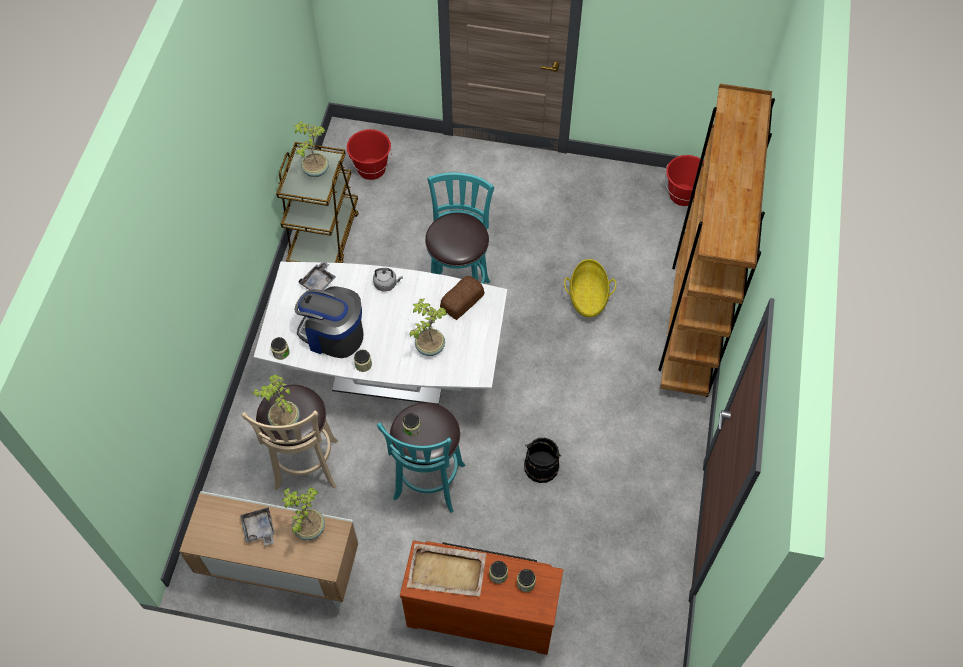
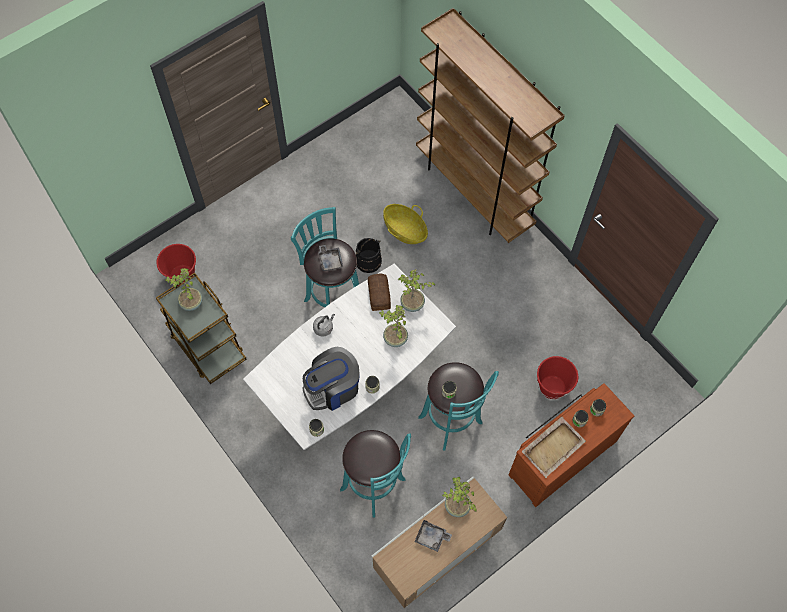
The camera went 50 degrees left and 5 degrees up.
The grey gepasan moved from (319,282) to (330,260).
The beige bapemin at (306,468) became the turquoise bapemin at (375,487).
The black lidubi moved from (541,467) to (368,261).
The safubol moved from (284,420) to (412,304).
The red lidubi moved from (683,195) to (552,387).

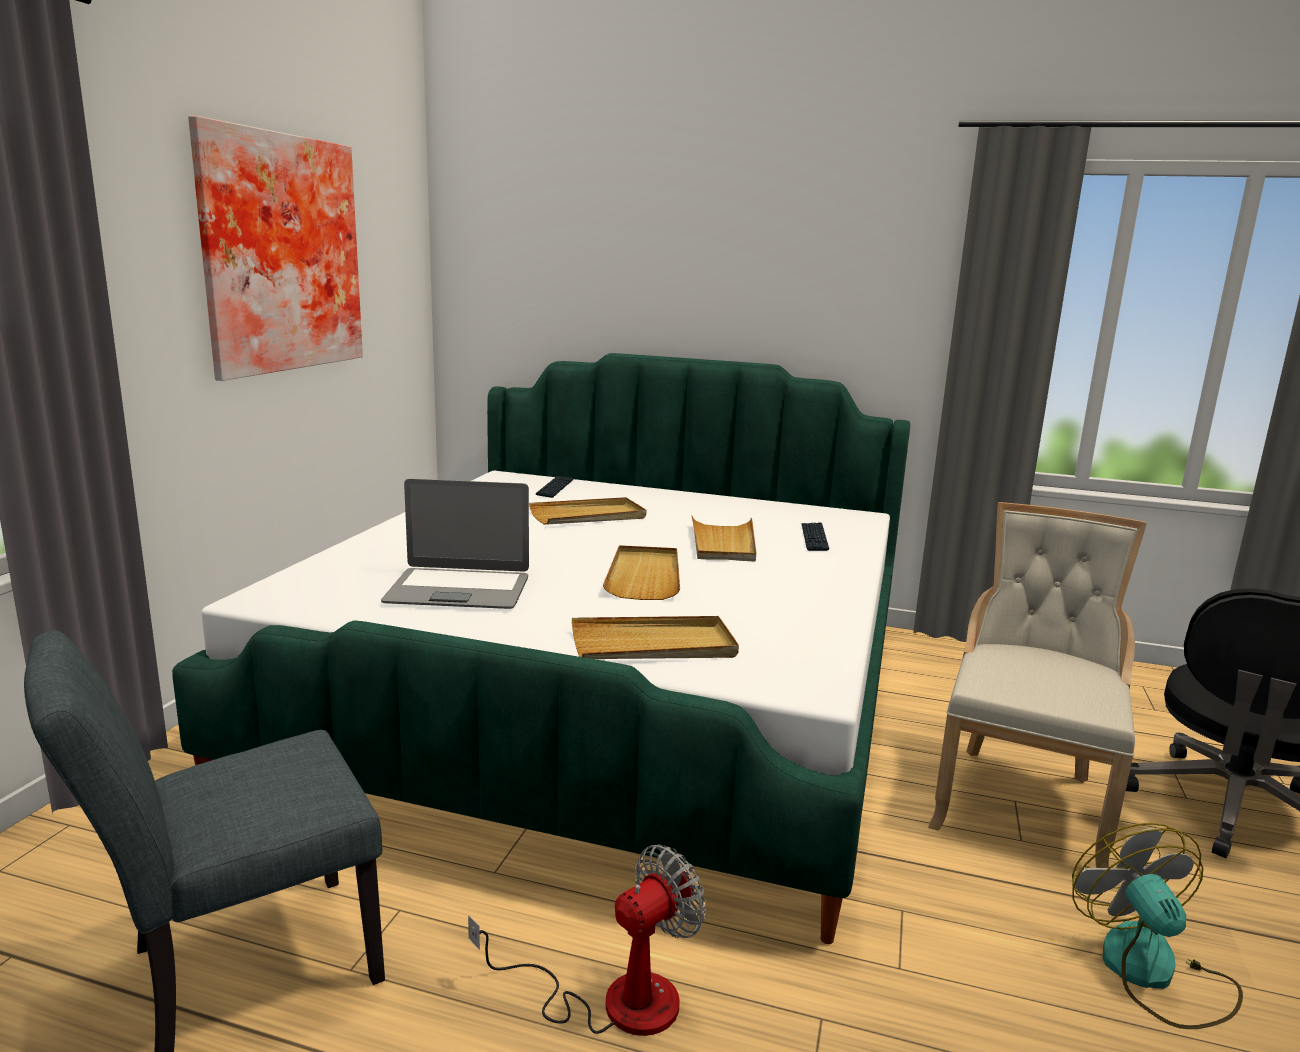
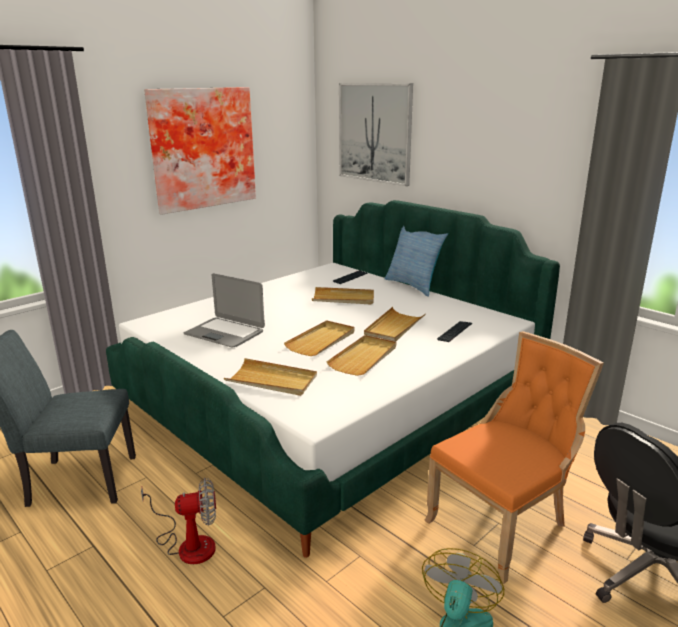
The camera went 30 degrees right and 5 degrees up.
The beige gepasan at (364,357) appeared.
The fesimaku at (374,133) appeared.
The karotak at (414,285) appeared.
The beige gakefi at (1021,801) became the orange gakefi at (502,524).

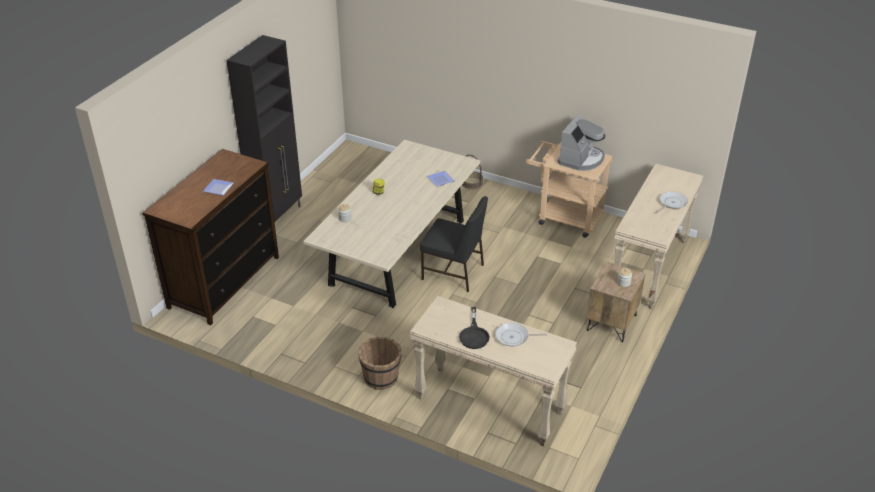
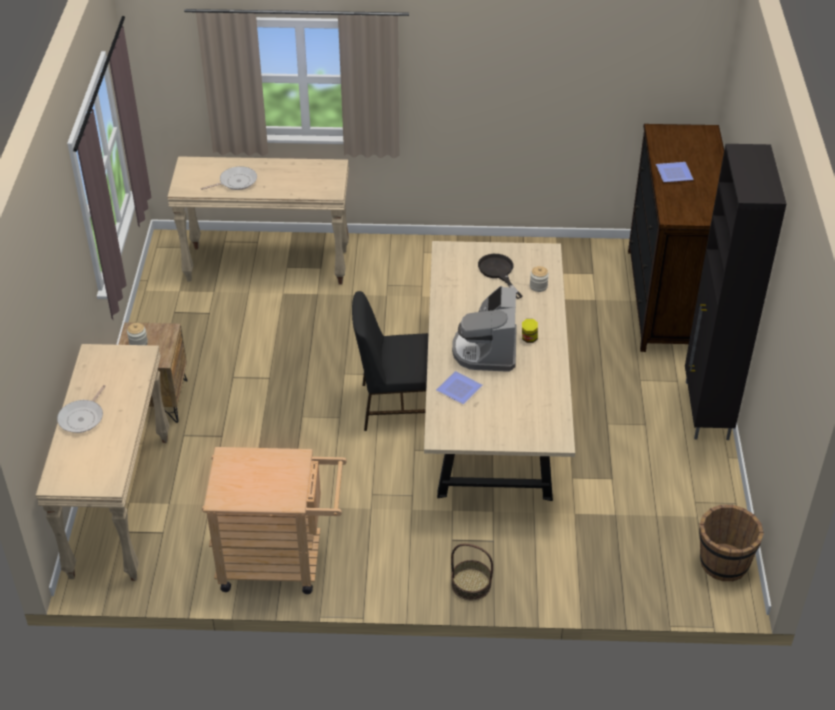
The camera went 155 degrees right and 5 degrees up.
The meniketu moved from (581,159) to (486,349).
The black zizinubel moved from (474,335) to (498,272).
The brown lidubi moved from (381,378) to (723,562).

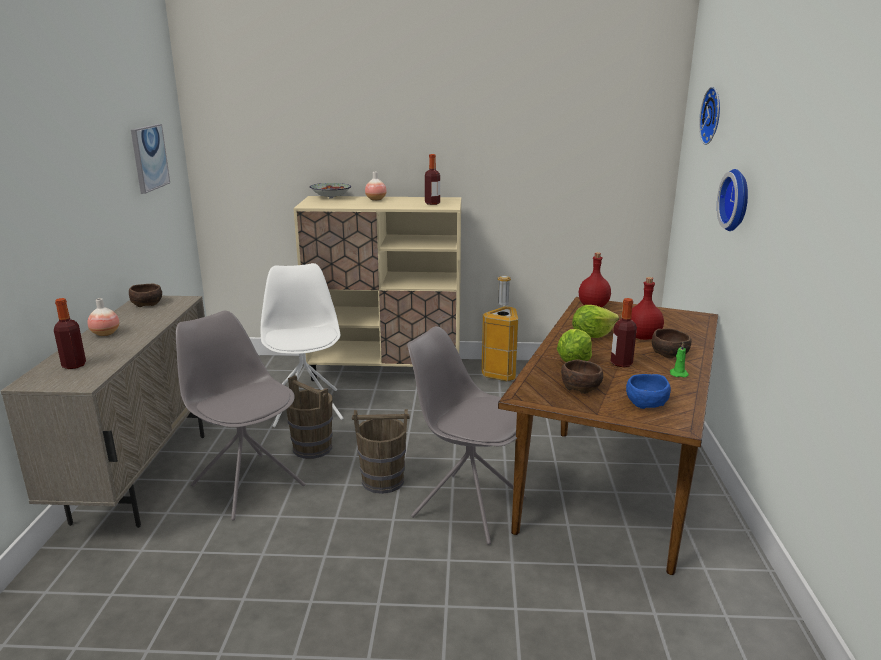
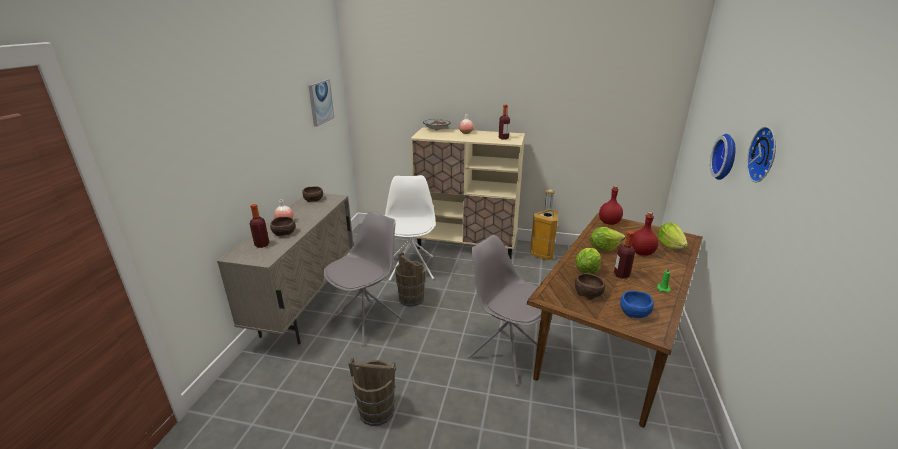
The camera went 10 degrees right and 5 degrees up.
The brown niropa moved from (670,353) to (284,233).
The grey gakefi at (247,484) turned 75 degrees clockwise.
The brown lidubi moved from (382,481) to (376,411).
The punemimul at (670,246) appeared.
The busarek moved from (713,116) to (765,155).

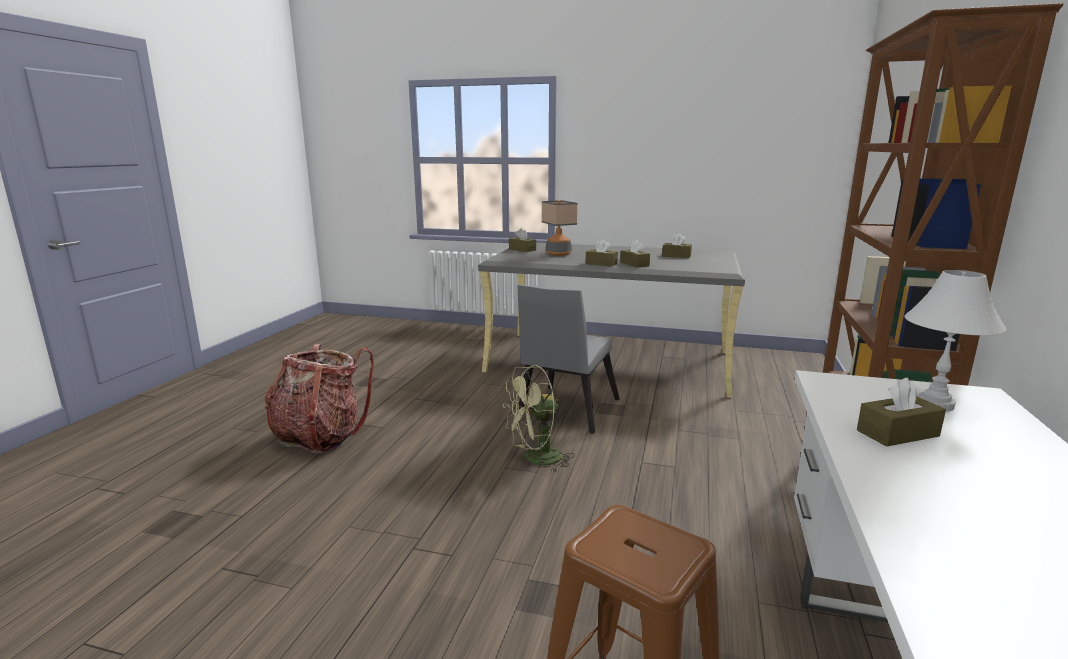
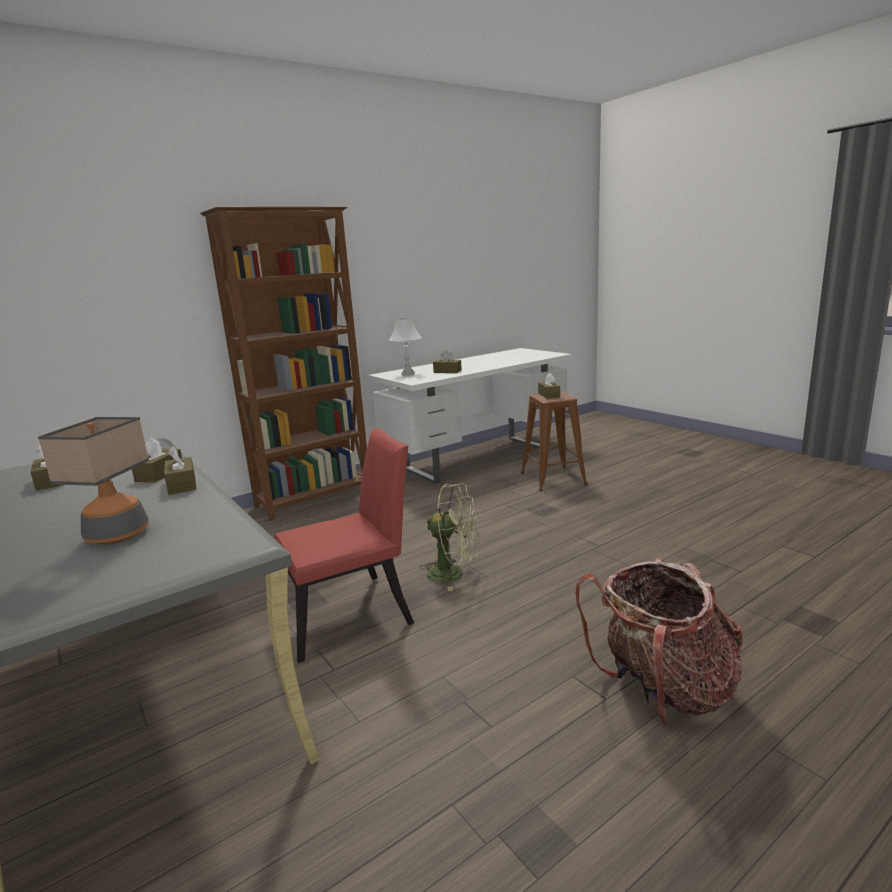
The camera went 140 degrees left and 0 degrees up.
The grey gakefi at (564,412) became the red gakefi at (352,614).
The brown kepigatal moved from (522,249) to (549,395).

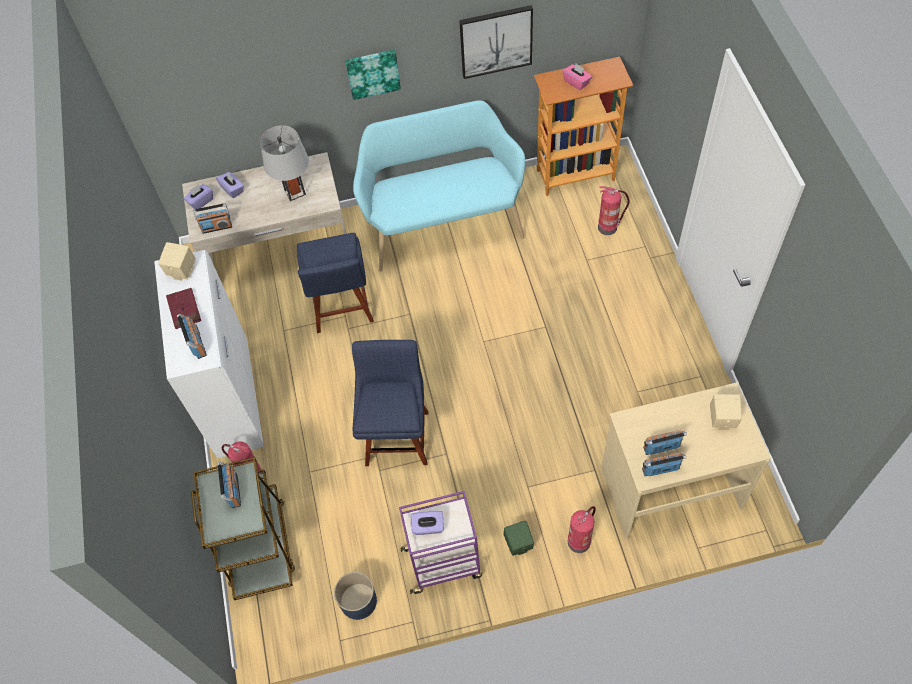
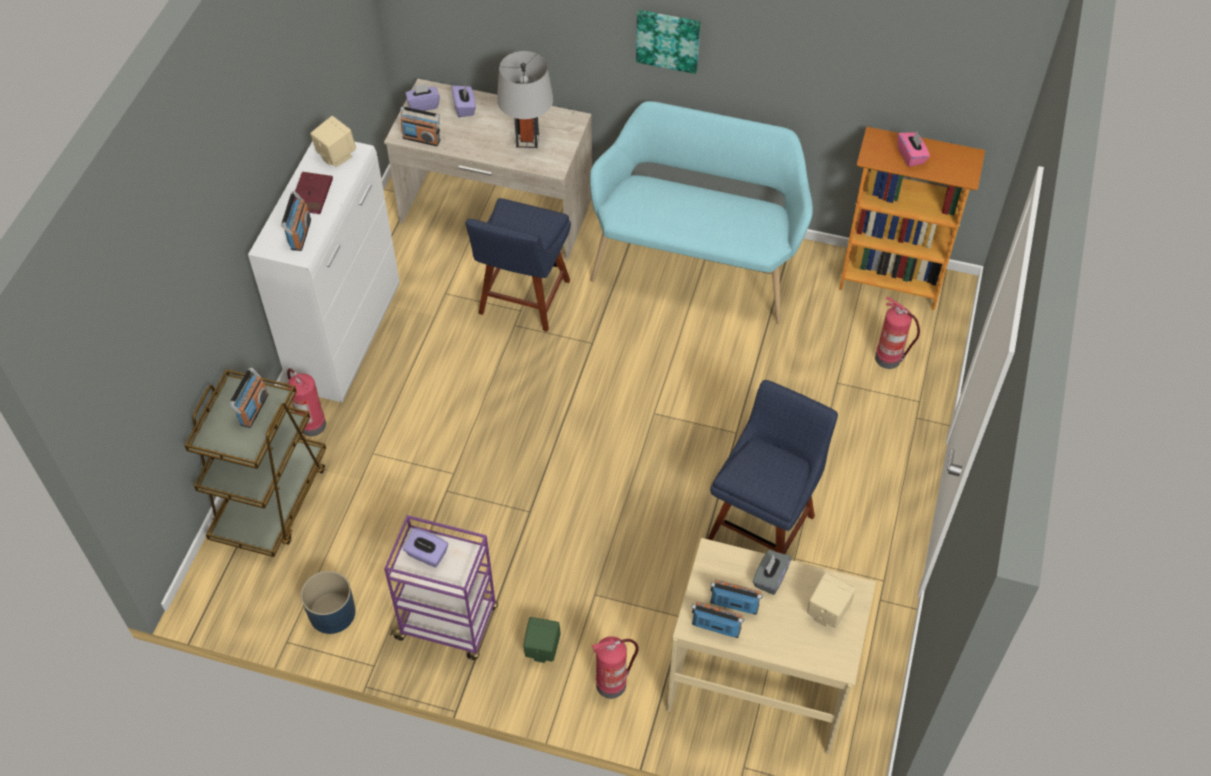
The camera went 25 degrees right and 5 degrees down.
The blue gakefi moved from (397,434) to (764,522).
The grey kepigatal at (770,578) appeared.
The fesimaku at (496,41) disappeared.

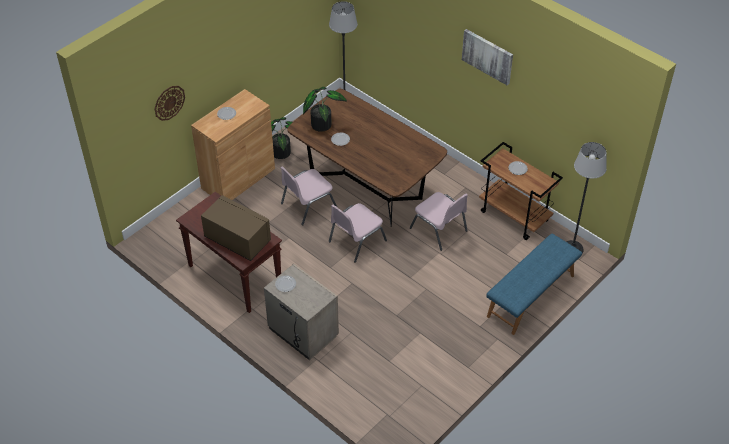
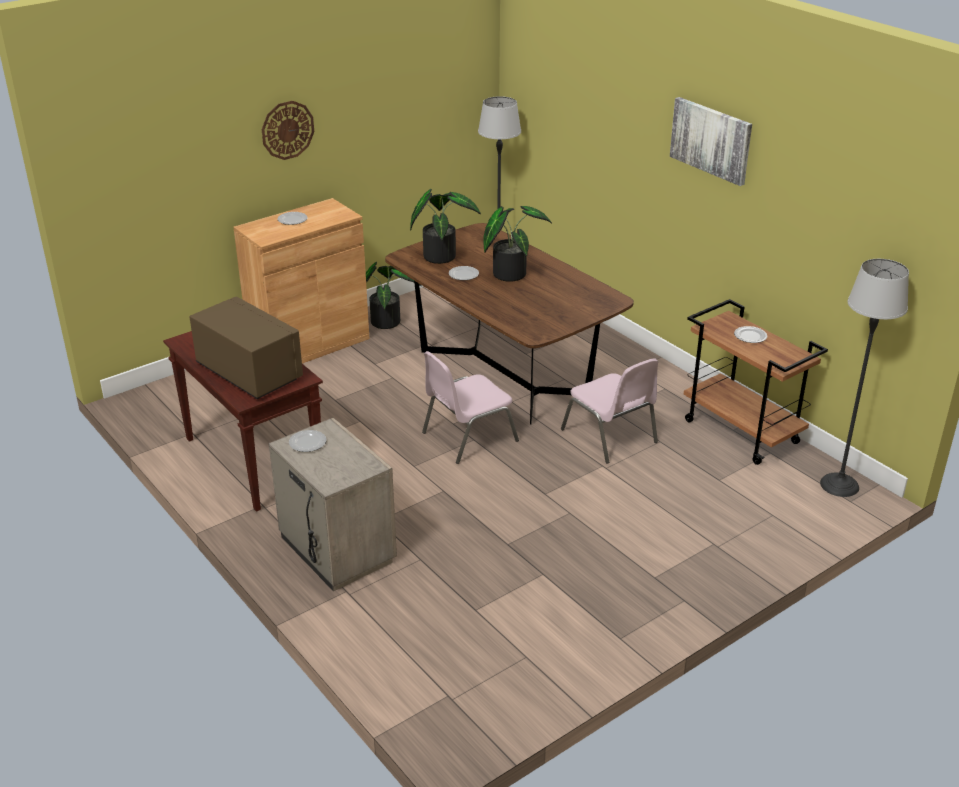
The camera went 10 degrees right and 15 degrees down.
The busarek moved from (169,102) to (287,130).
The safubol at (510,272) appeared.
The pink gakefi at (307,205) disappeared.
The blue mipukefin at (531,296) disappeared.

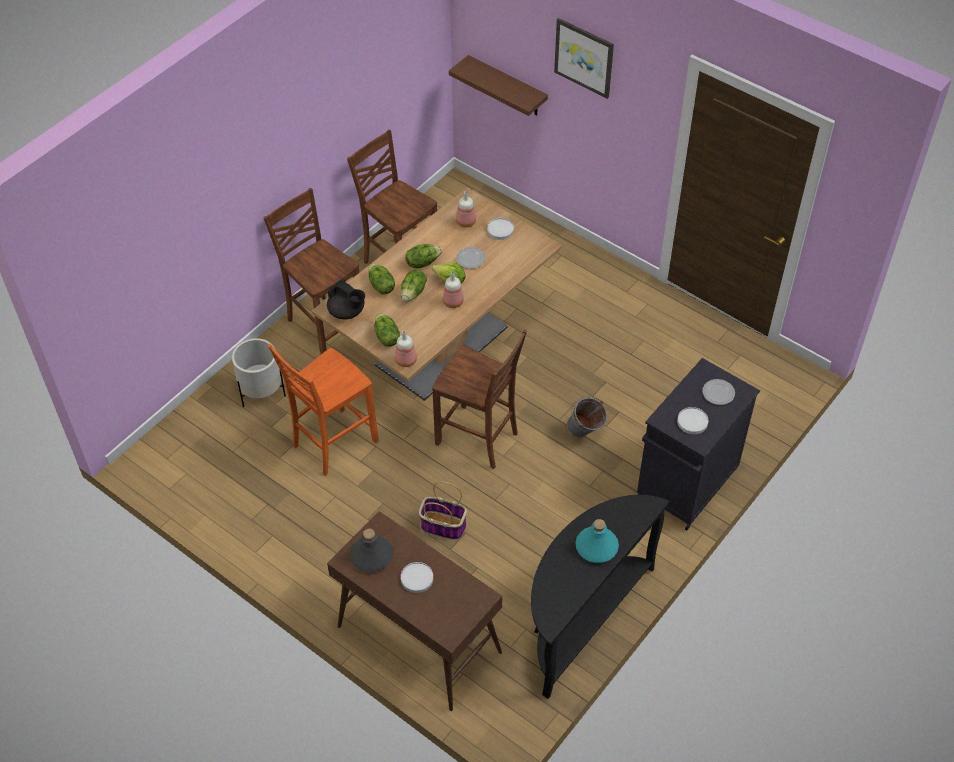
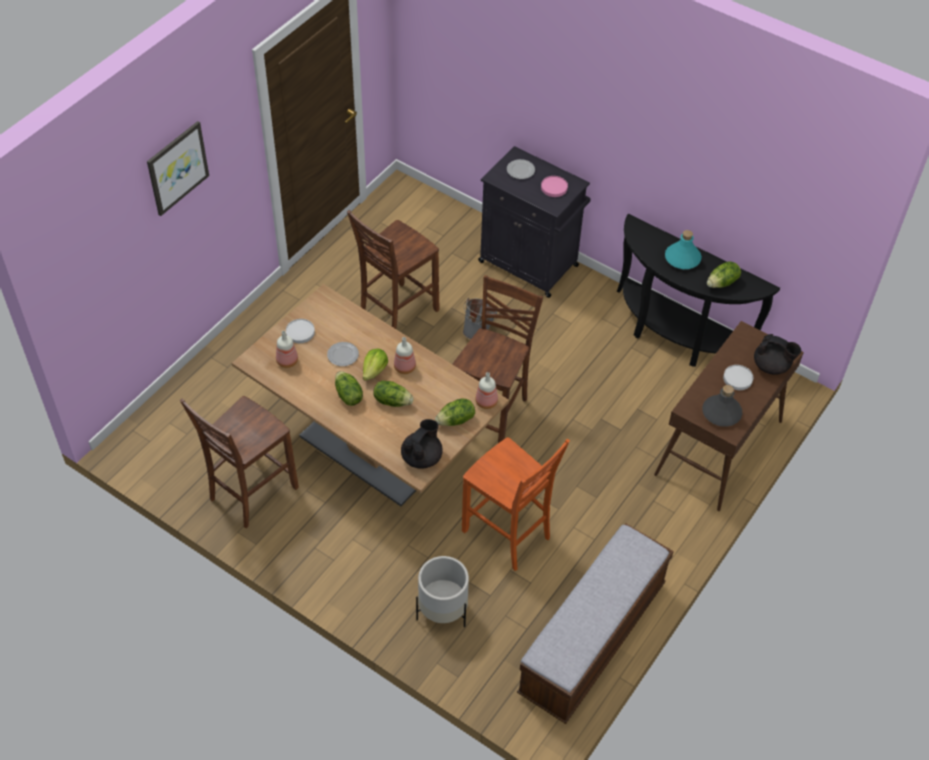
The camera went 95 degrees left and 0 degrees up.
The brown gakefi moved from (324,324) to (396,313).
The mipukefin at (592,639) appeared.
The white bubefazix at (692,422) became the pink bubefazix at (554,187).
The punemimul moved from (381,286) to (722,283).
The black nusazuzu at (772,366) appeared.
The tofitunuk at (442,526) disappeared.
The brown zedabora at (507,87) disappeared.

